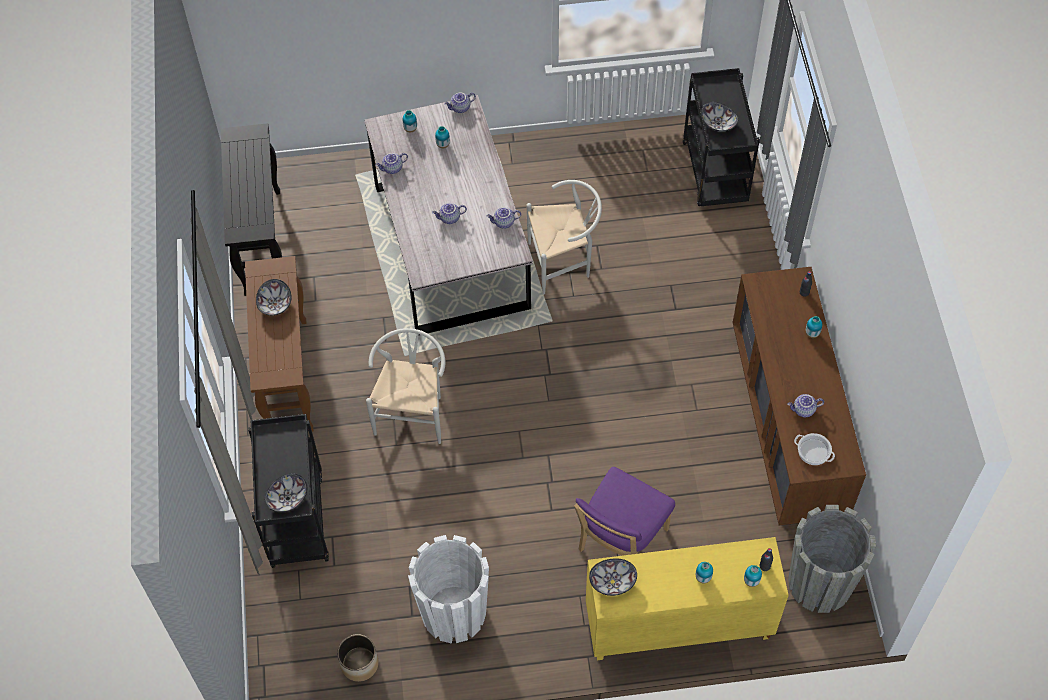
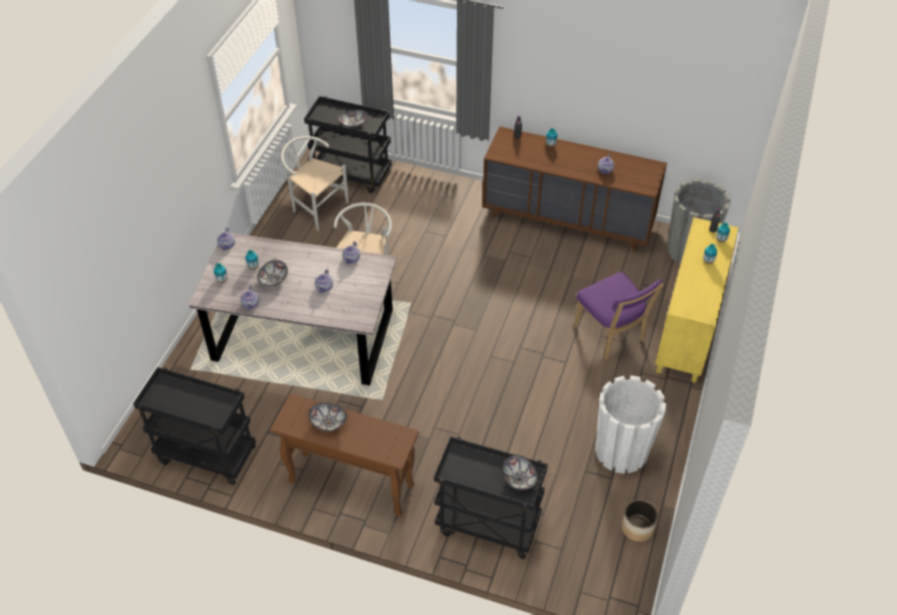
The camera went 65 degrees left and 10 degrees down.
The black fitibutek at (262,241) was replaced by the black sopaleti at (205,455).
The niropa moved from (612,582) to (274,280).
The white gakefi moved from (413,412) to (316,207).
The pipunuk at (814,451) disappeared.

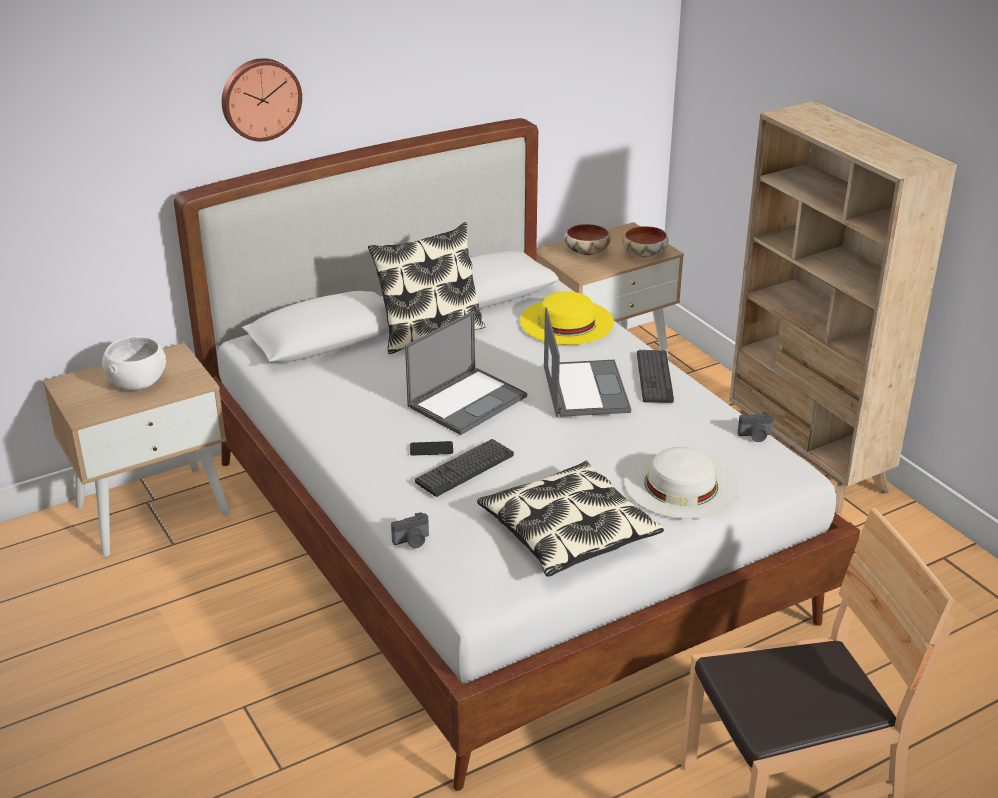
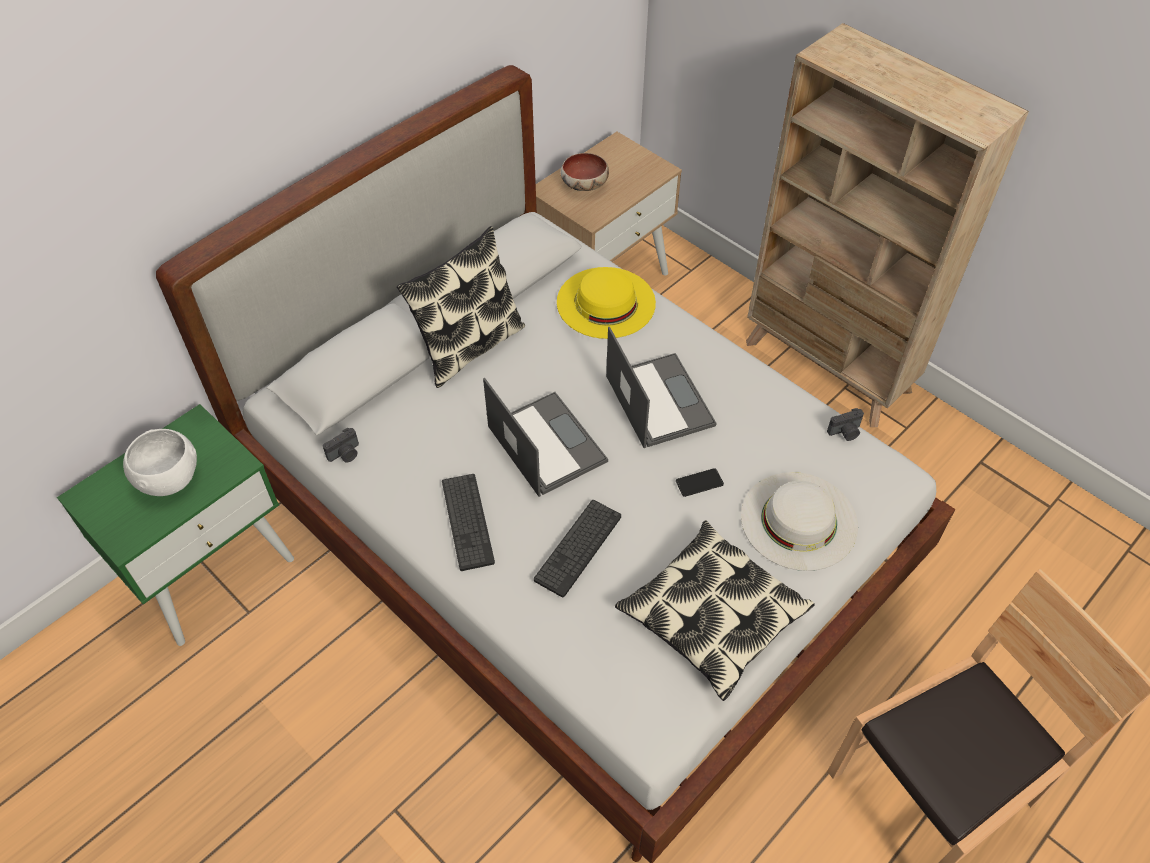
The camera went 15 degrees left and 20 degrees up.
The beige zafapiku at (153,509) became the green zafapiku at (210,569).
The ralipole moved from (412,541) to (345,454).
The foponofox moved from (654,377) to (467,522).
The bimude at (468,400) turned 60 degrees counterclockwise.
The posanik moved from (431,449) to (699,483).
The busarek at (260,98) disappeared.
The niropa at (644,254) disappeared.

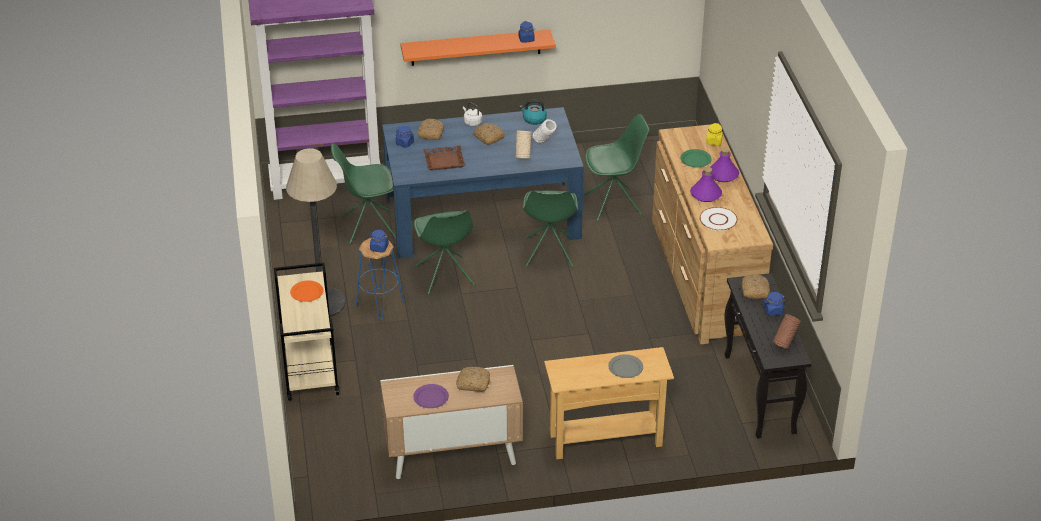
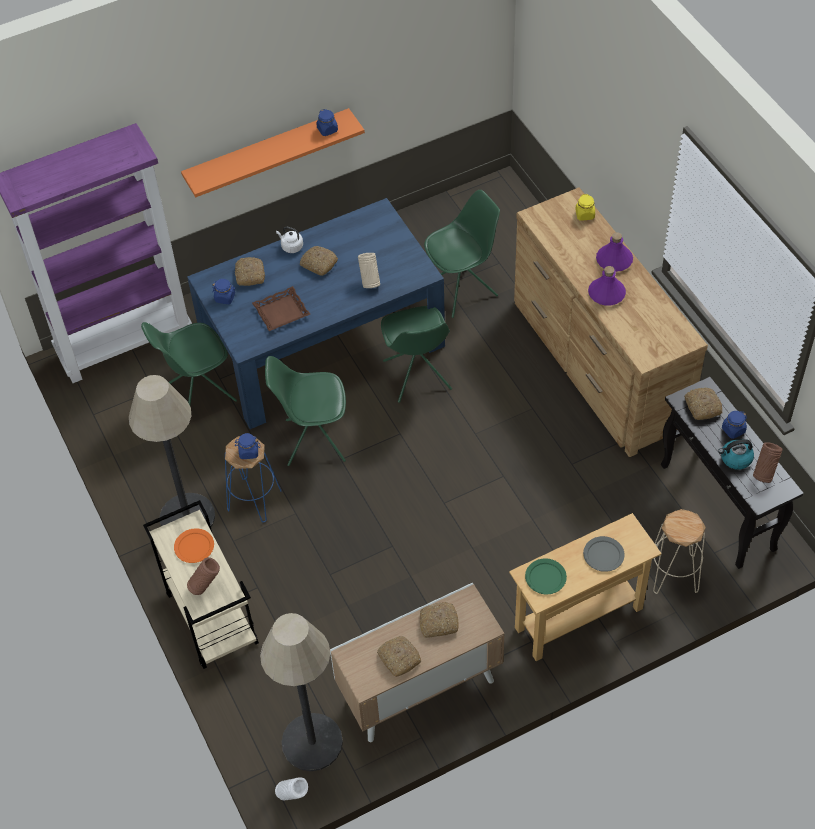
The camera went 15 degrees left and 15 degrees up.
The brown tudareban at (205,586) appeared.
The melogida at (312,742) appeared.
The green gakefi at (445,276) turned 120 degrees clockwise.
The white tudareban moved from (544,143) to (293,796).
The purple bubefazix at (430,397) was replaced by the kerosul at (398,658).
The green bubefazix moved from (696,160) to (546,577).
The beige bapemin at (674,574) appeared.
The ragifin moved from (534,119) to (735,459).
The white bubefazix at (718,220) disappeared.

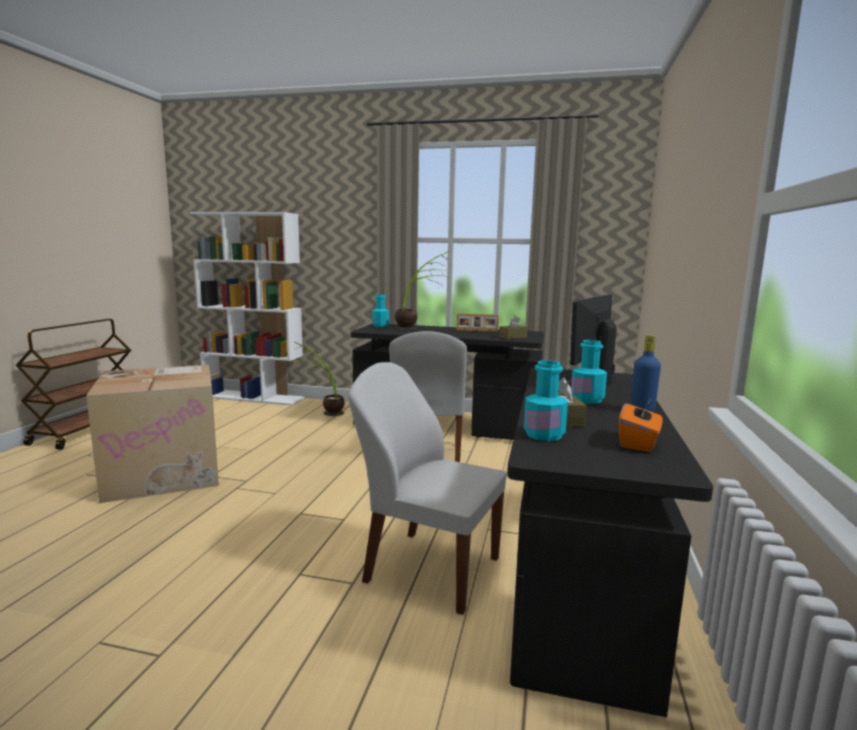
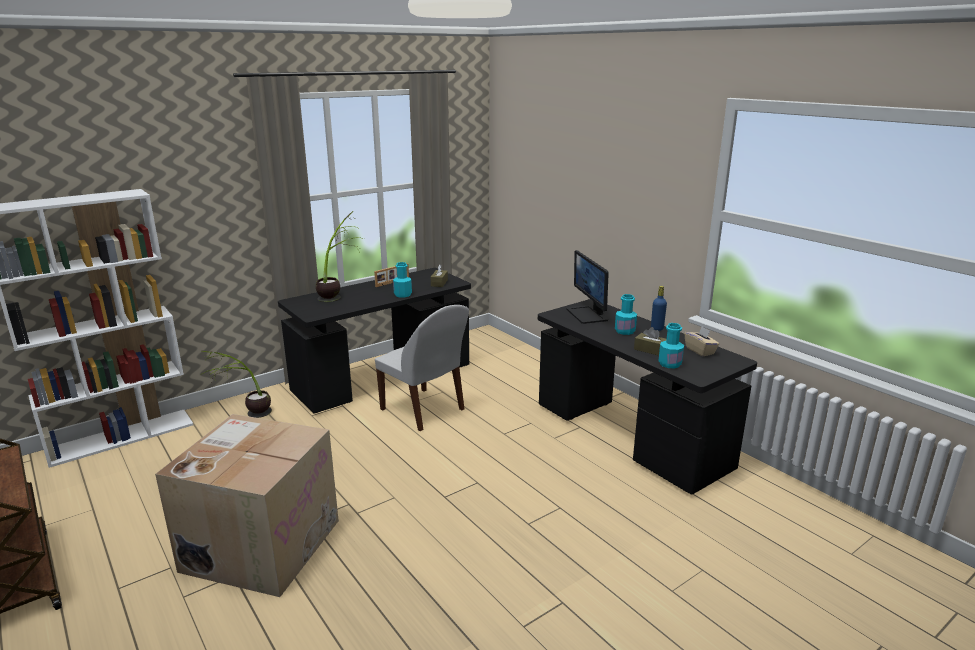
The camera went 50 degrees left and 10 degrees up.
The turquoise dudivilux moved from (380,325) to (403,295).
The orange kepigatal at (638,443) became the beige kepigatal at (700,351).
The white gakefi at (429,568) disappeared.

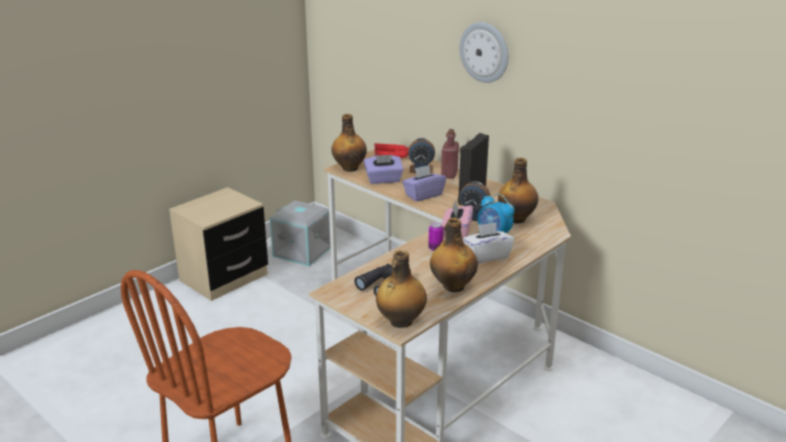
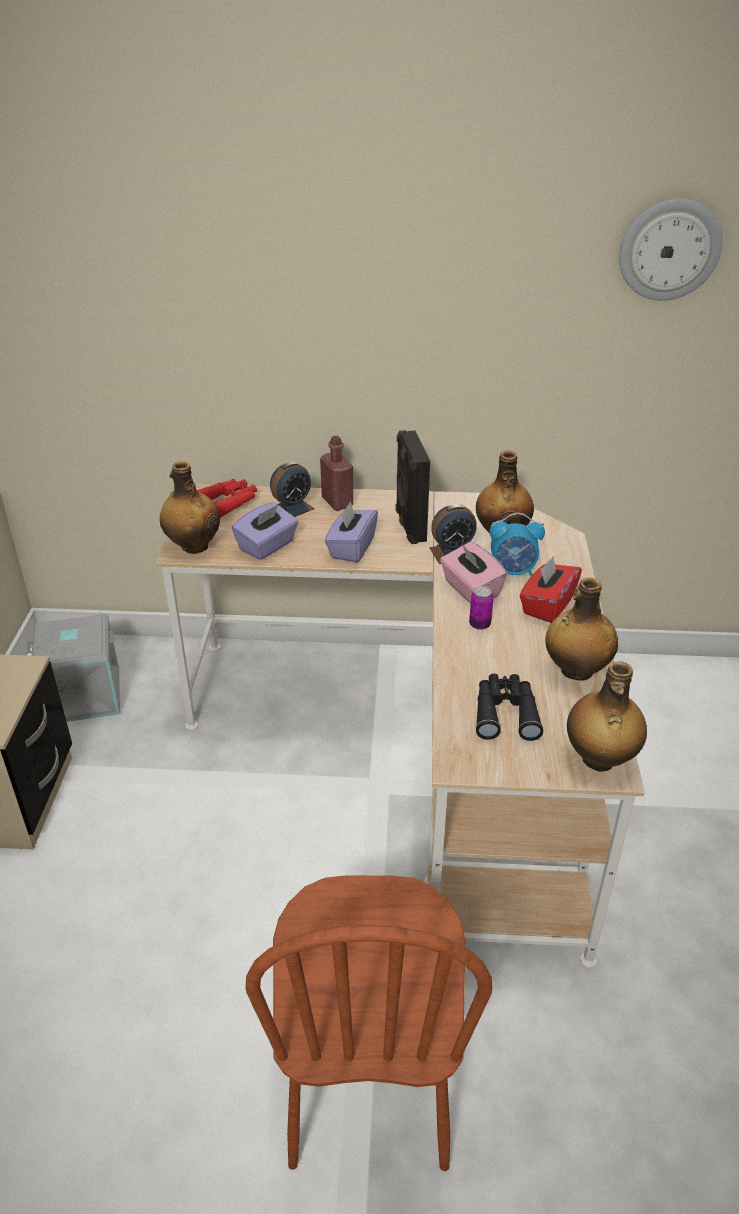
The camera went 40 degrees left and 10 degrees up.
The white kepigatal at (487,256) became the red kepigatal at (547,605).
The busarek moved from (484,52) to (669,250).

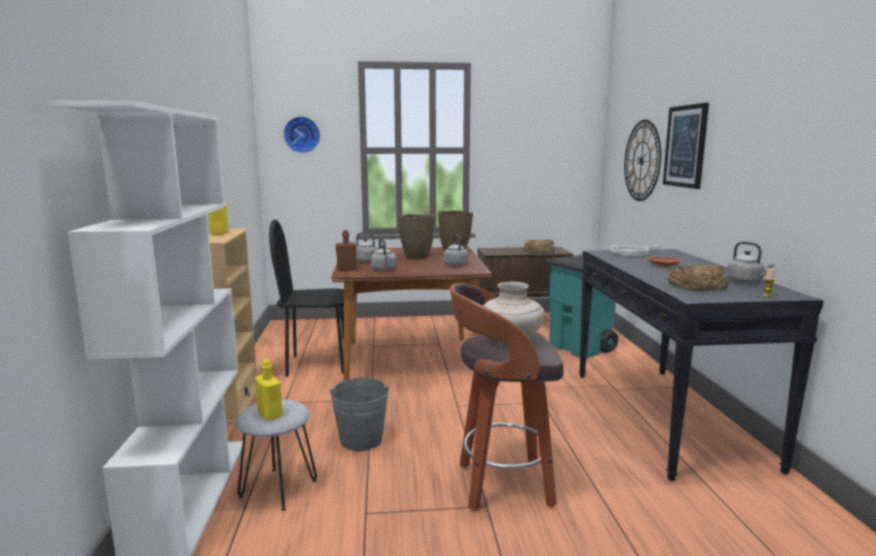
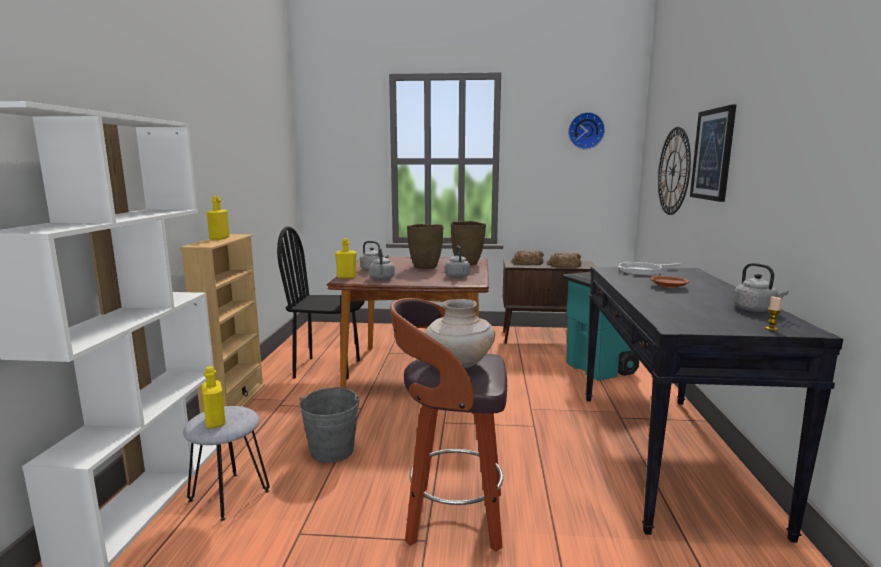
The camera went 10 degrees right and 0 degrees up.
The brown dudivilux at (346,269) became the yellow dudivilux at (346,277).
The kerosul moved from (698,285) to (528,262).
The busarek moved from (302,135) to (585,131).

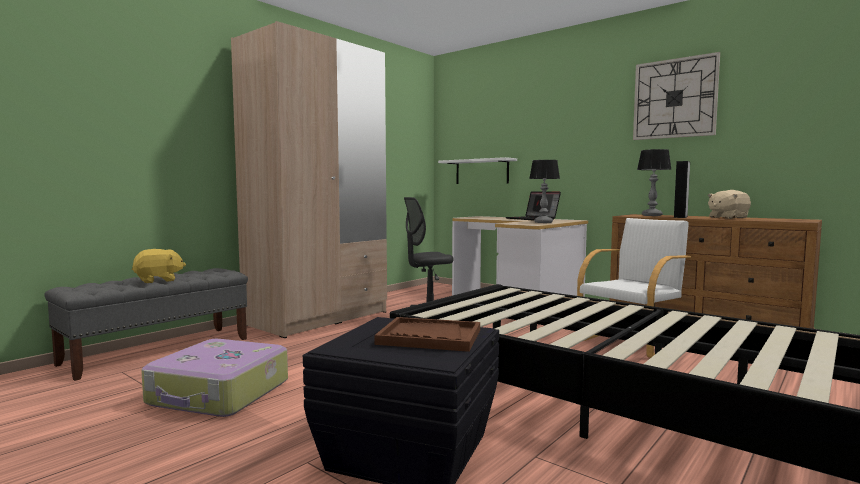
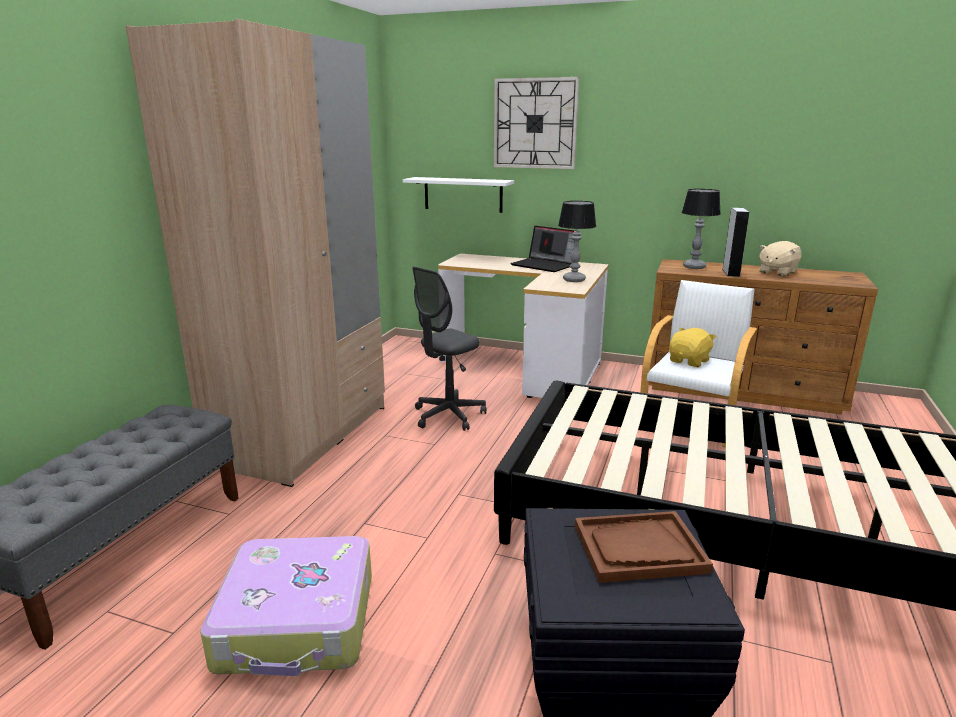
The camera went 20 degrees left and 15 degrees up.
The busarek moved from (674,98) to (535,123).
The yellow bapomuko moved from (158,280) to (689,361).

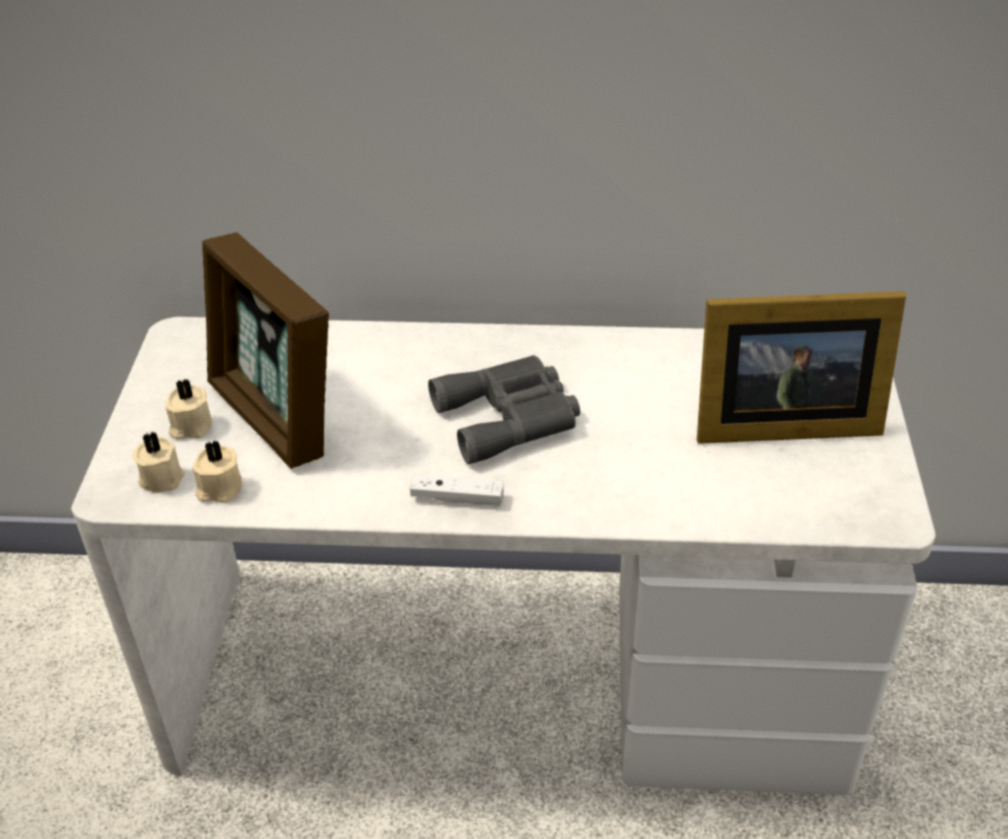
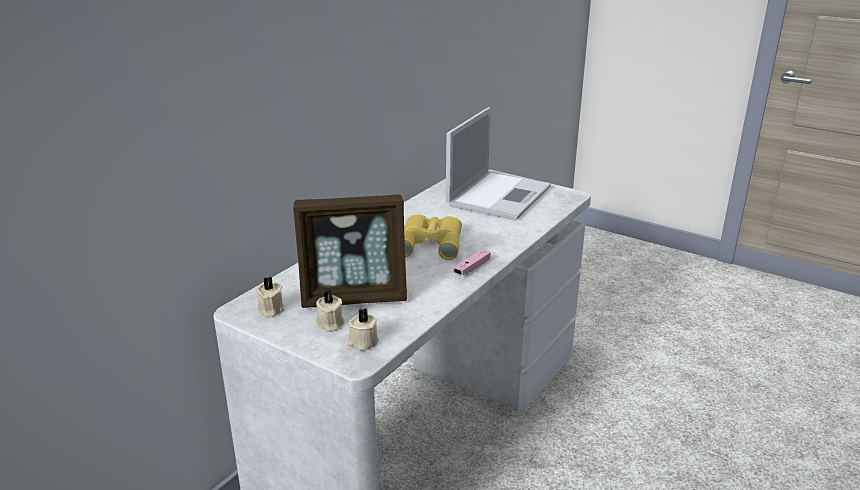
The camera went 60 degrees left and 15 degrees down.
The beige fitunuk moved from (219,488) to (270,310).
The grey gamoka at (510,416) became the yellow gamoka at (431,242).
The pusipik at (778,421) was replaced by the bimude at (499,195).
The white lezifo at (457,498) became the pink lezifo at (472,268).

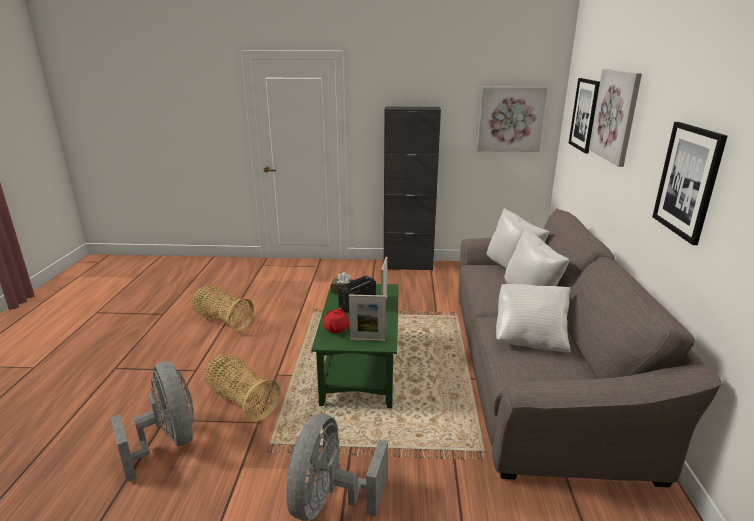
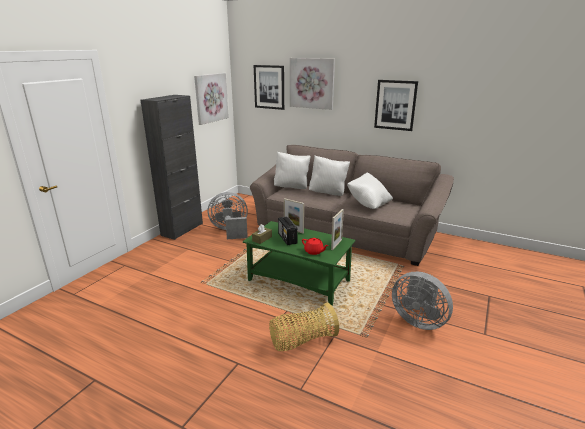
The camera went 65 degrees left and 0 degrees up.
The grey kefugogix moved from (168,442) to (230,231).
The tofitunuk at (223,320) disappeared.

